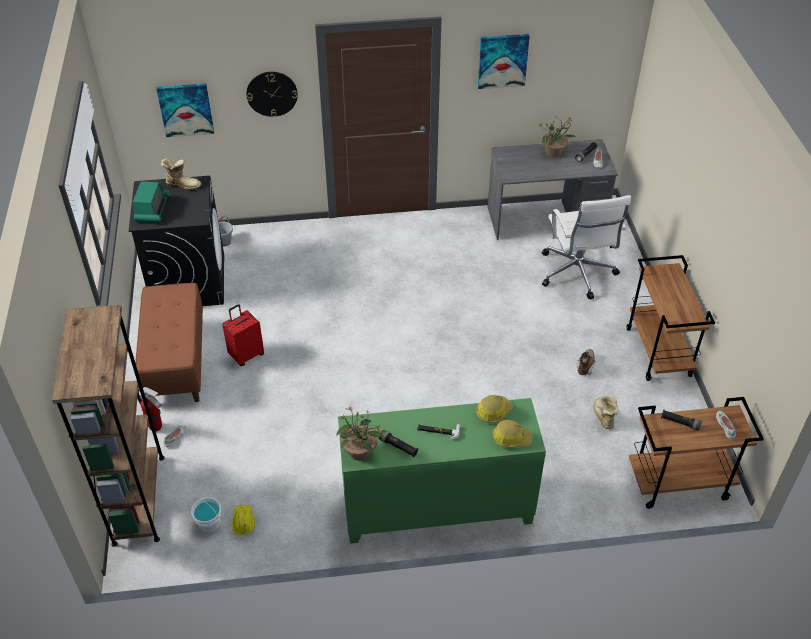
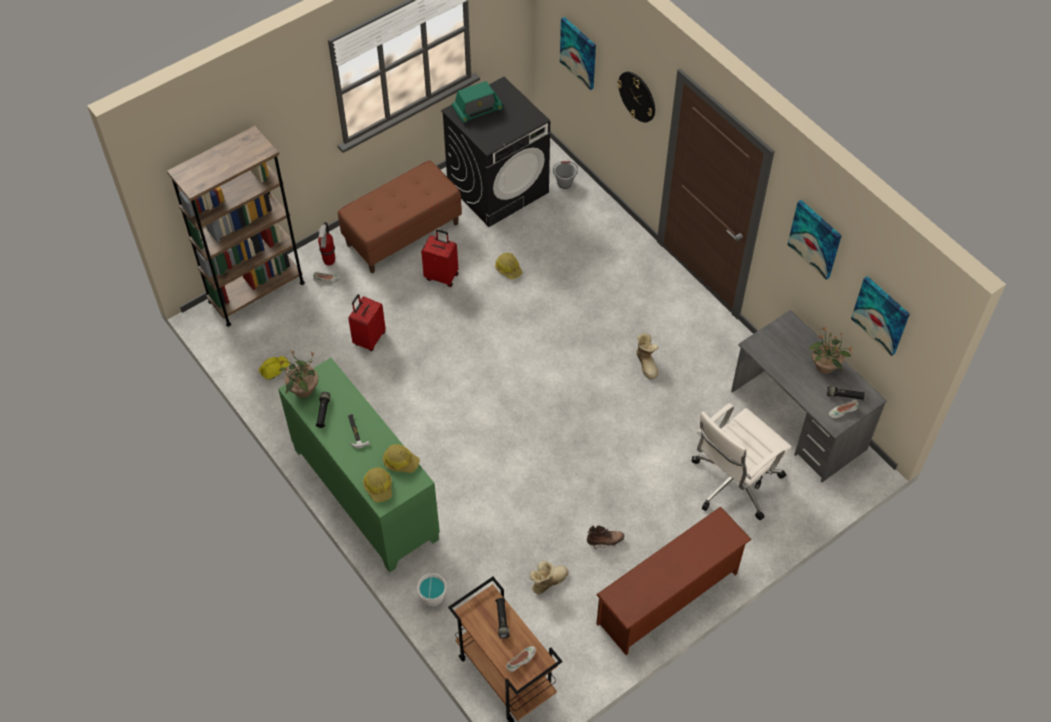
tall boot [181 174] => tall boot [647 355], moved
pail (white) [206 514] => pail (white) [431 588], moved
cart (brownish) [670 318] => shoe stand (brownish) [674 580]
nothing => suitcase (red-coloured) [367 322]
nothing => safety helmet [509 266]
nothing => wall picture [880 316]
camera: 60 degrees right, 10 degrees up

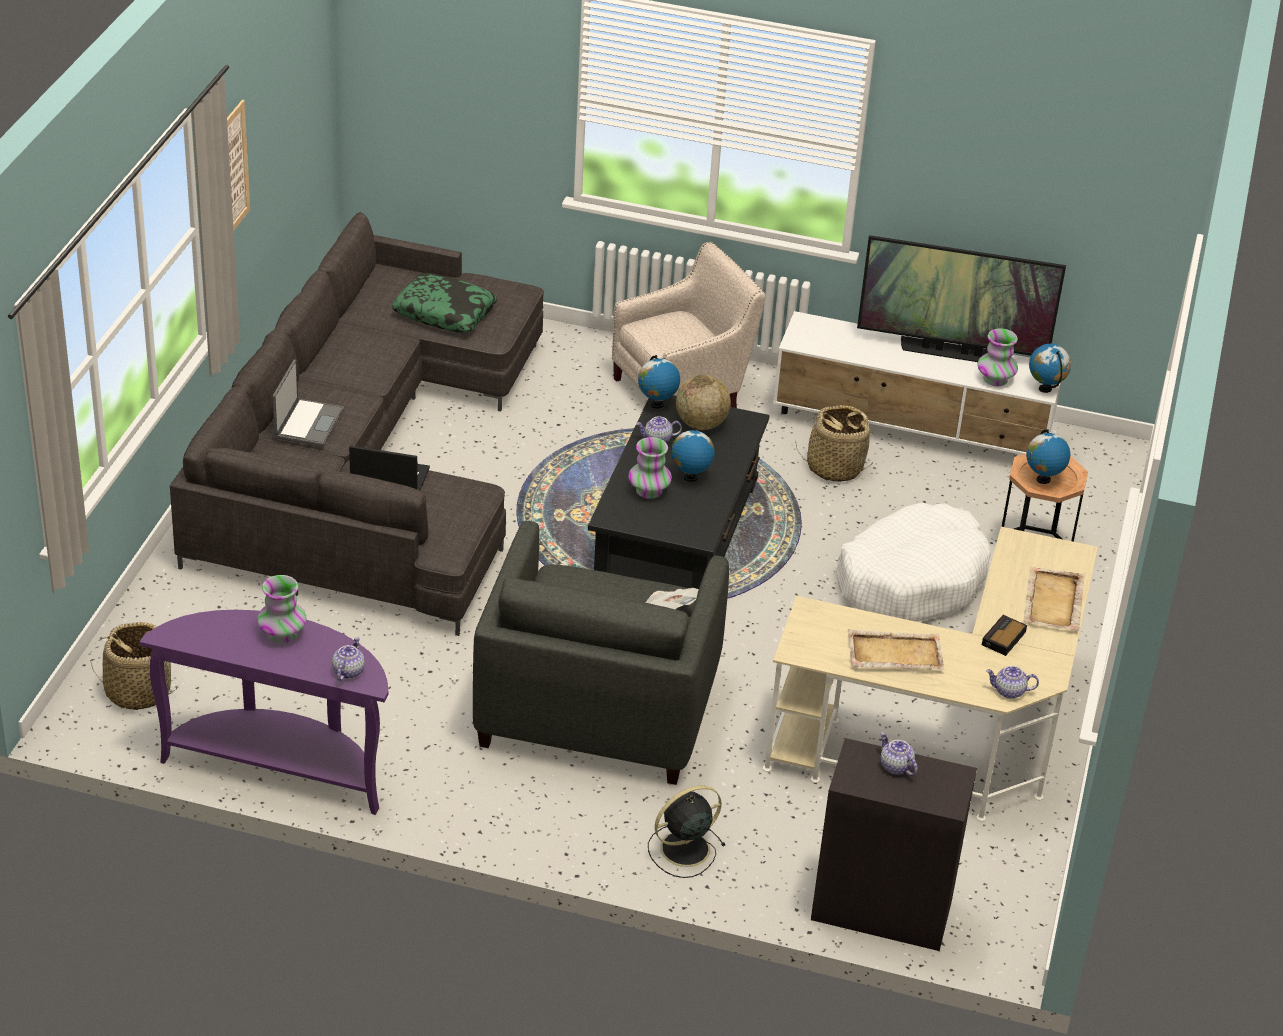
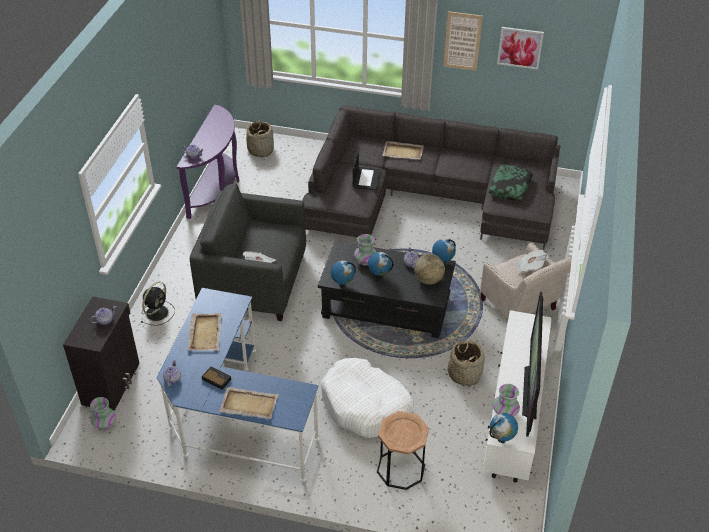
vase [282 609] => vase [103 413], moved
notebook computer [308 403] => tray (beige) [403 150]
electric fan (blackish) [687 832] => electric fan (blackish) [158 303], 60 degrees clockwise
desk table (beige) [930 674] => desk table (blue-coloured) [238 385]
globe [1048 456] => globe [343 274], moved
nothing => wall picture [520 48]
nothing => newspaper [531 261]
camera: 90 degrees right, 5 degrees up

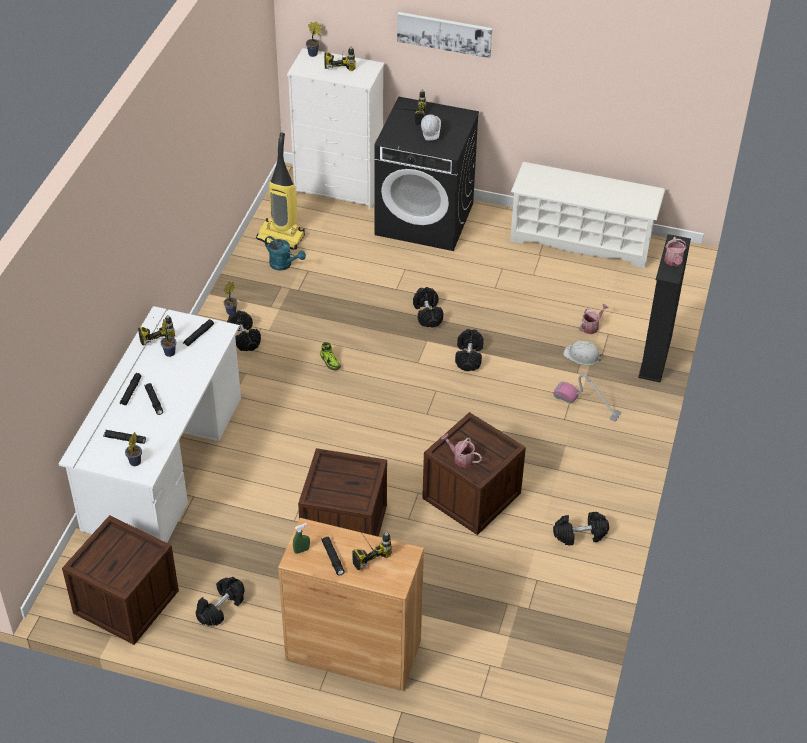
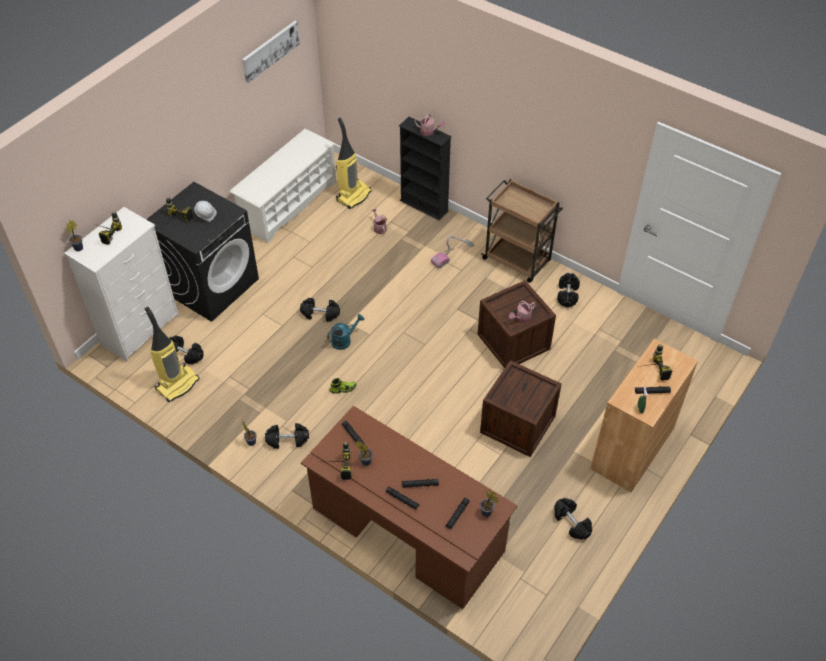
desk table (white) [150 424] => desk table (brownish) [409 507]
shipping crate [120 580] => nothing
watering pot (blue-green) [285 253] => watering pot (blue-green) [345 332], moved
wall picture [444 35] => wall picture [271 52], moved
dumbbell (blackish) [469 350] => dumbbell (blackish) [186 350], moved
safety helmet (white) [583 353] => nothing
nothing => hoover [354 163]
nothing => cart (brownish) [522 231]
camera: 70 degrees left, 5 degrees up

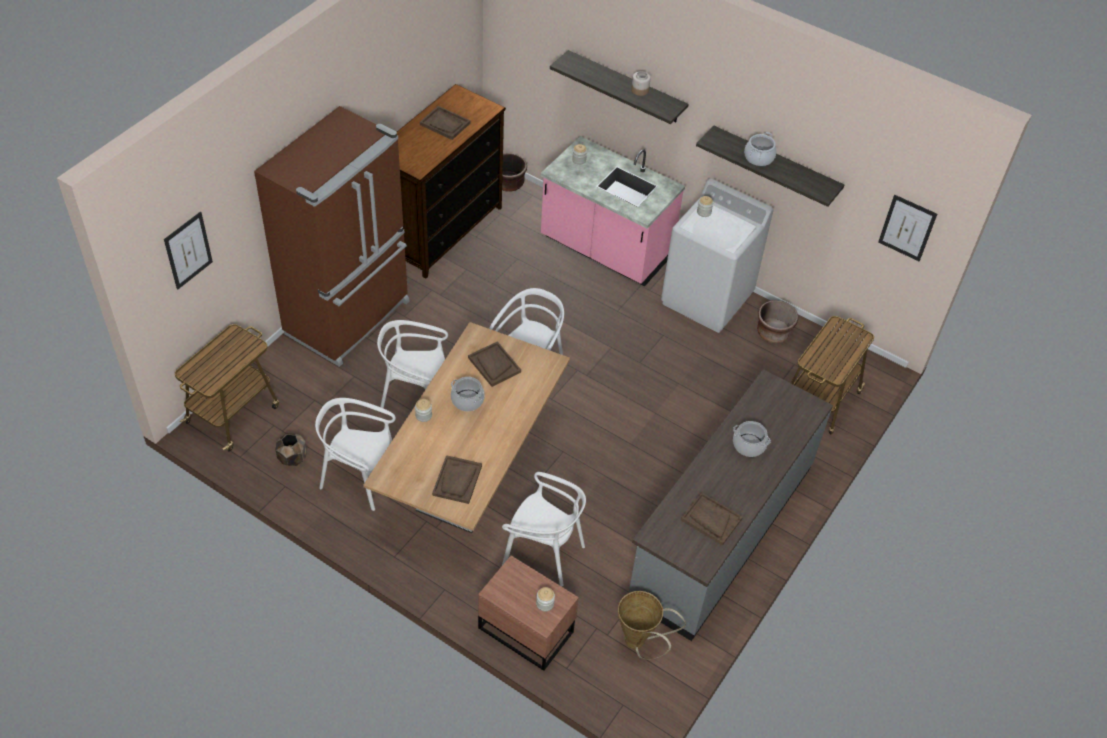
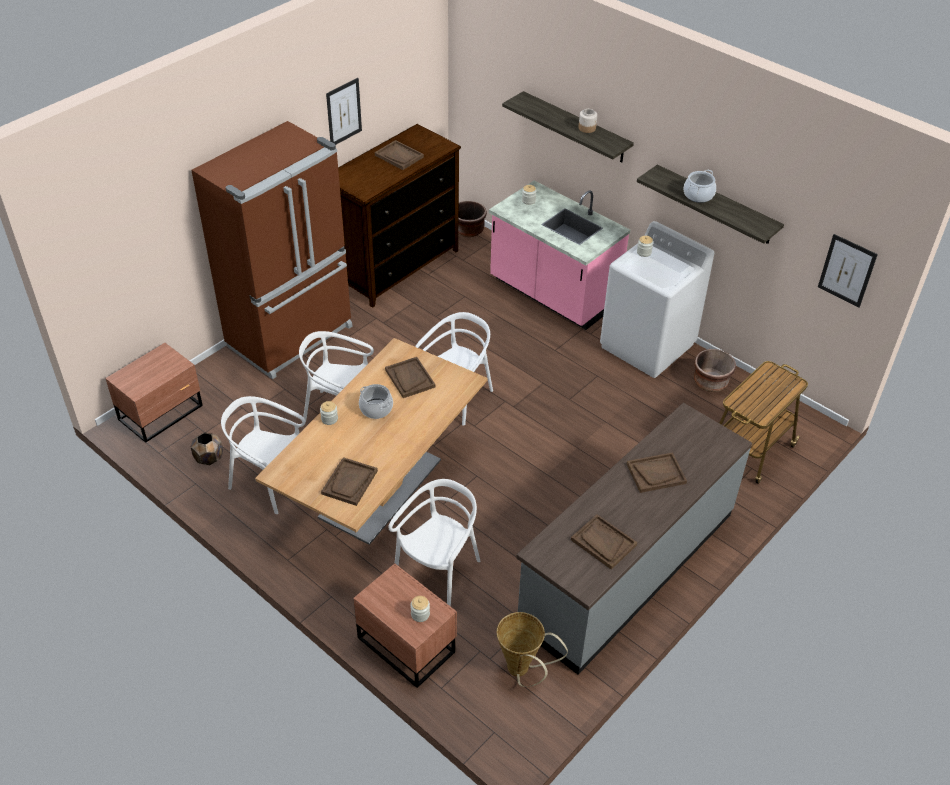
wall picture [188 251] => wall picture [344 111], moved
cart [227 388] => bedside table (brownish) [154 393]
plain chair (white) [544 529] => plain chair (white) [434 543], 90 degrees counterclockwise
cooking pot [752 439] => tray (brownish) [657 472]
camera: 10 degrees right, 5 degrees down

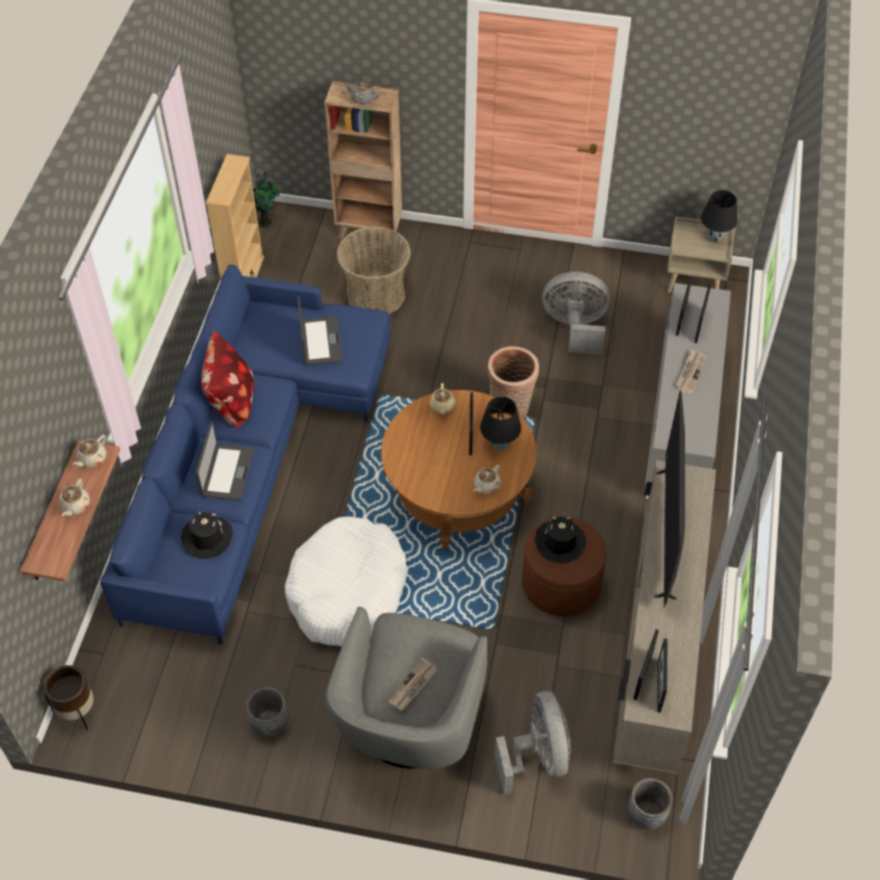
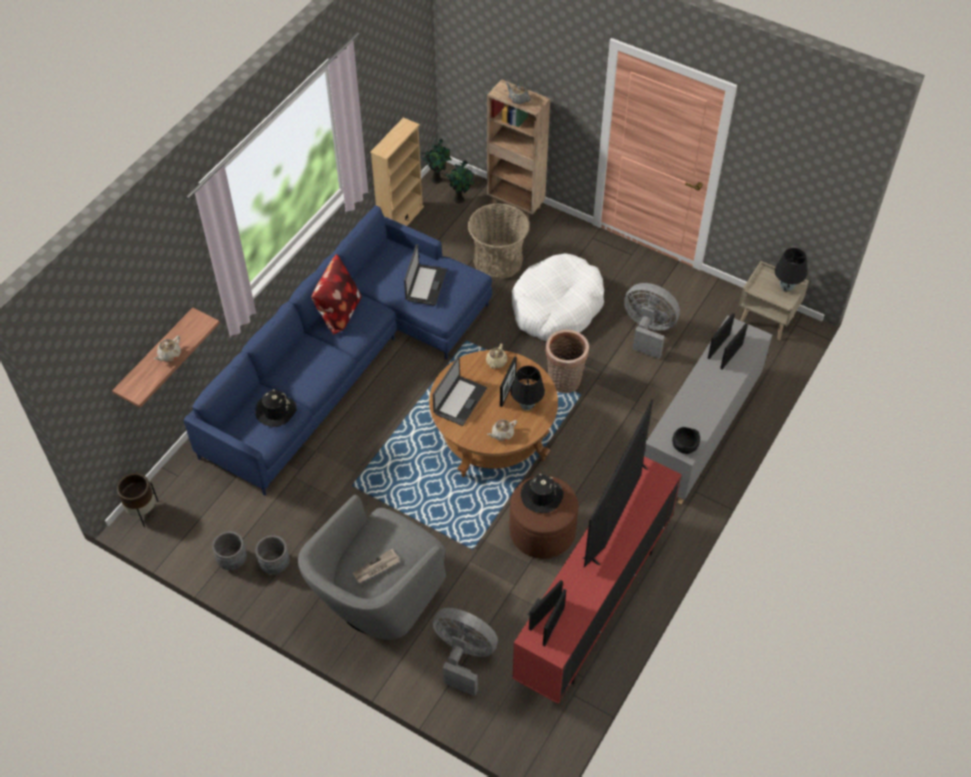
teapot (beige) [88 451] => nothing
notebook computer [225 461] => notebook computer [459 391], moved
dog cushion (white) [346 581] => dog cushion (white) [558 297], moved
electric fan (gray) [533 743] => electric fan (gray) [465 652], 75 degrees counterclockwise
tv stand (beige) [664 617] => tv stand (red-coloured) [597 580]
flower pot (gray) [650 803] => flower pot (gray) [229 550], moved
newspaper [691 372] => nothing
nothing => potted plant [460 182]
nothing => serving bowl (blackish) [686 440]
camera: 20 degrees right, 0 degrees up

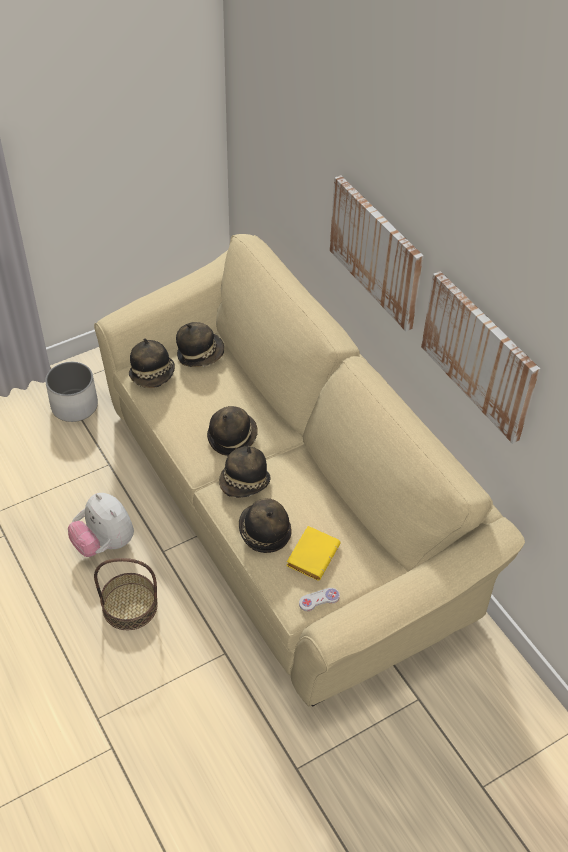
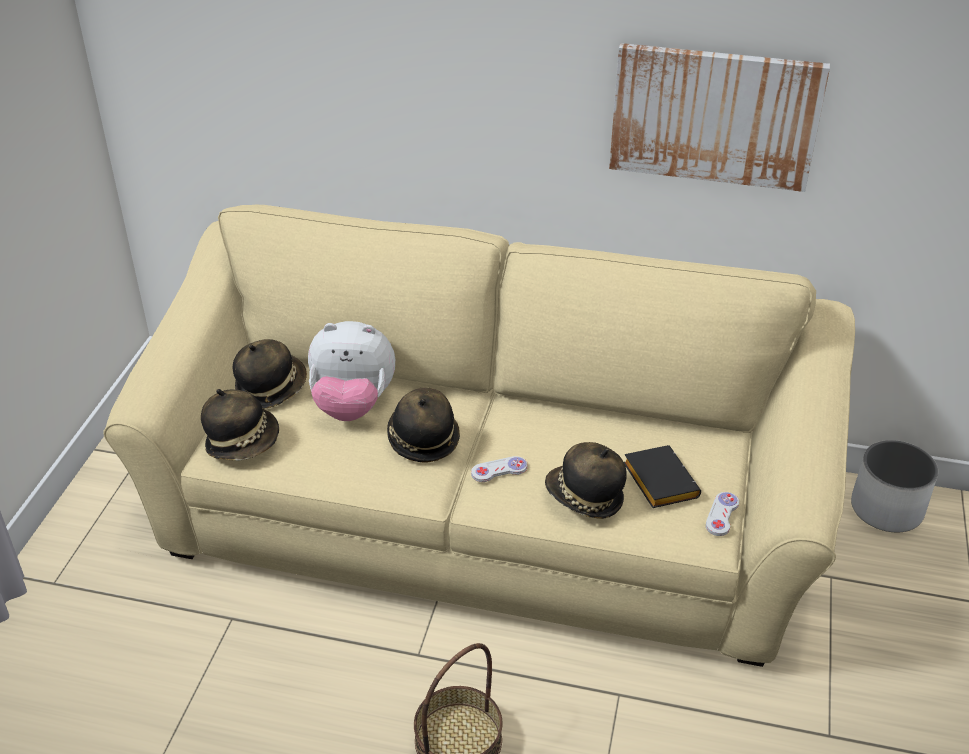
flower pot (white) [71 392] => flower pot (white) [894 486], moved
plush toy [101 525] => plush toy [351 371], moved
wearable hat [245 472] => joypad (white) [499 469]
volume (yellowish) [313 553] => volume (blackish) [662 476]
wall picture [377 253] => nothing
camera: 45 degrees left, 10 degrees down

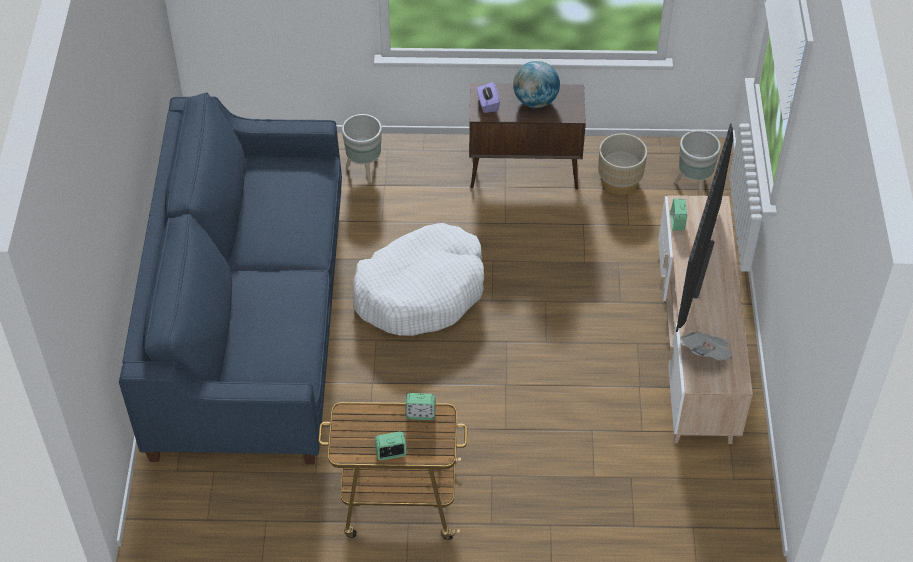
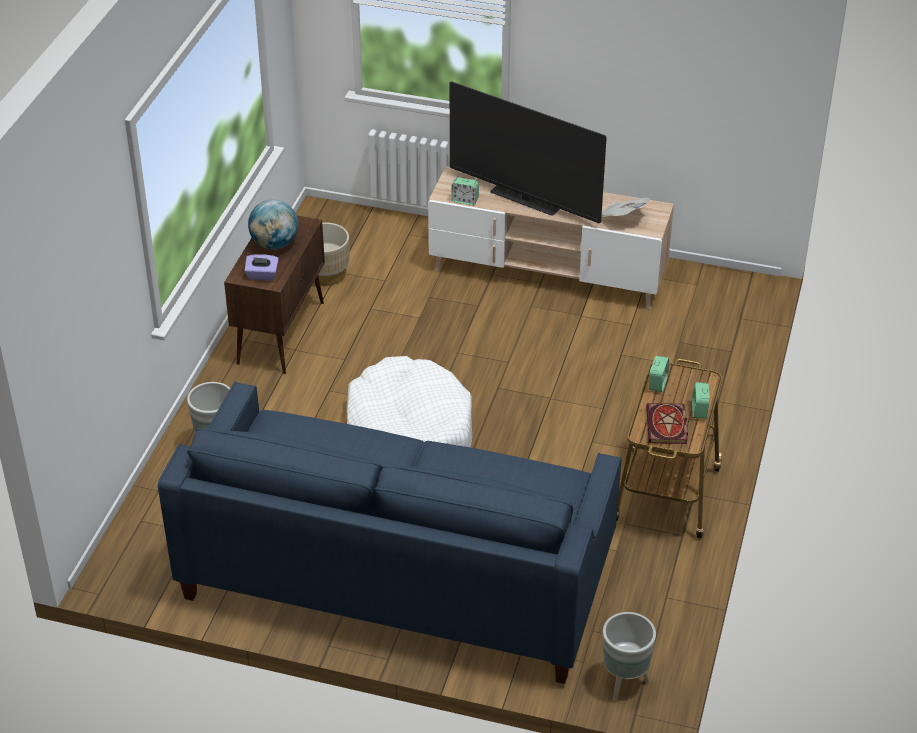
flower pot (gray) [697 163] => flower pot (gray) [629 656], moved
nothing => volume [667 423]
camera: 75 degrees left, 10 degrees down

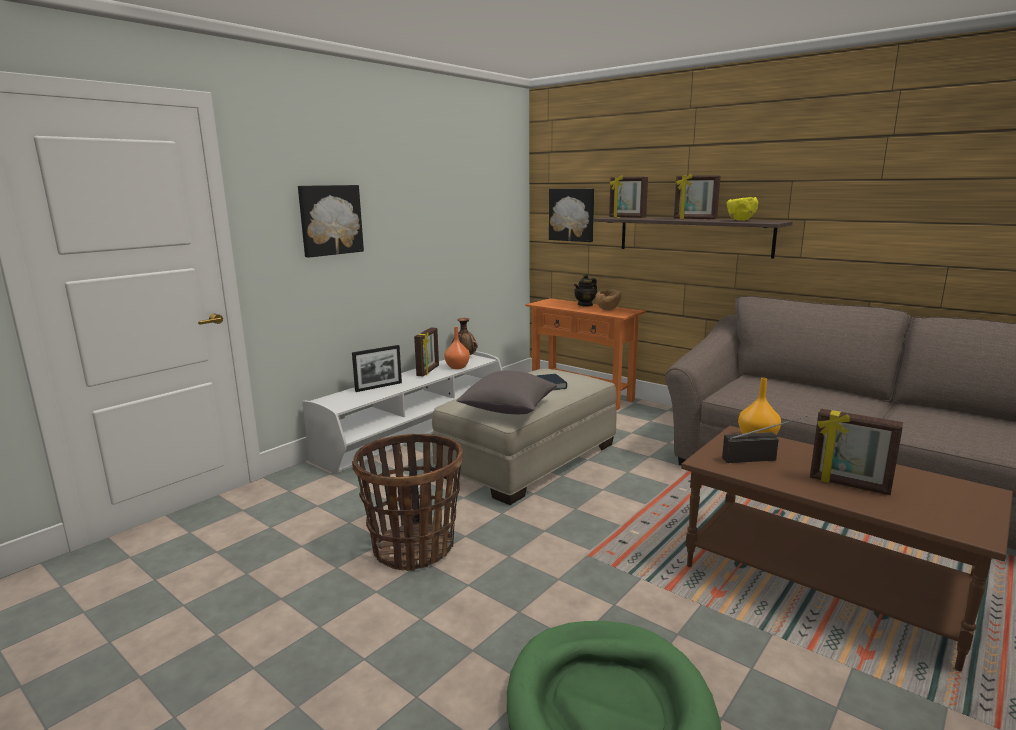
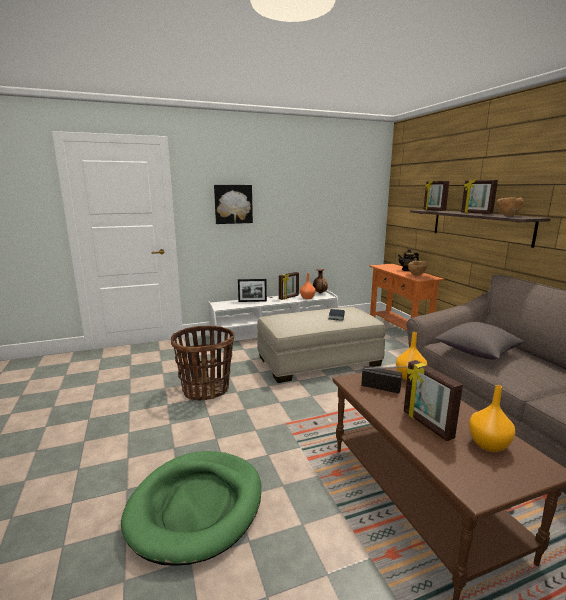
throw pillow (gray) [506 392] => throw pillow (gray) [480 341], moved
wall picture [571 215] => nothing
serving bowl (yellowish) [742 209] => serving bowl (brownish) [510 206]
nothing => vase (orange-coloured) [492 418]
camera: 30 degrees right, 0 degrees up

